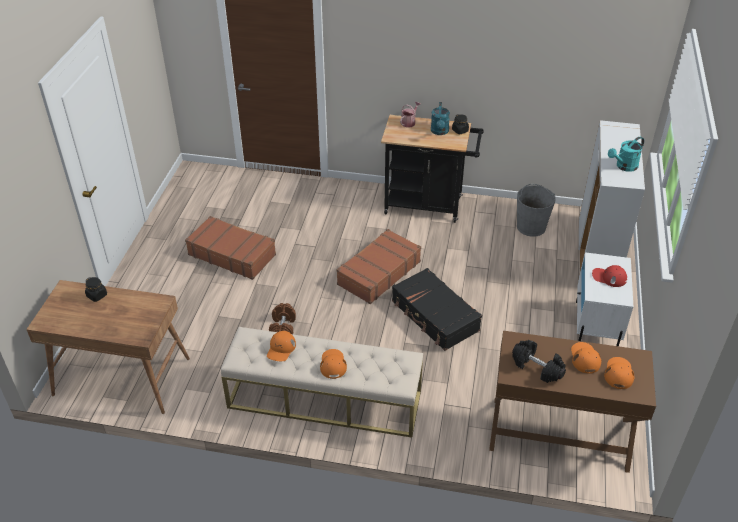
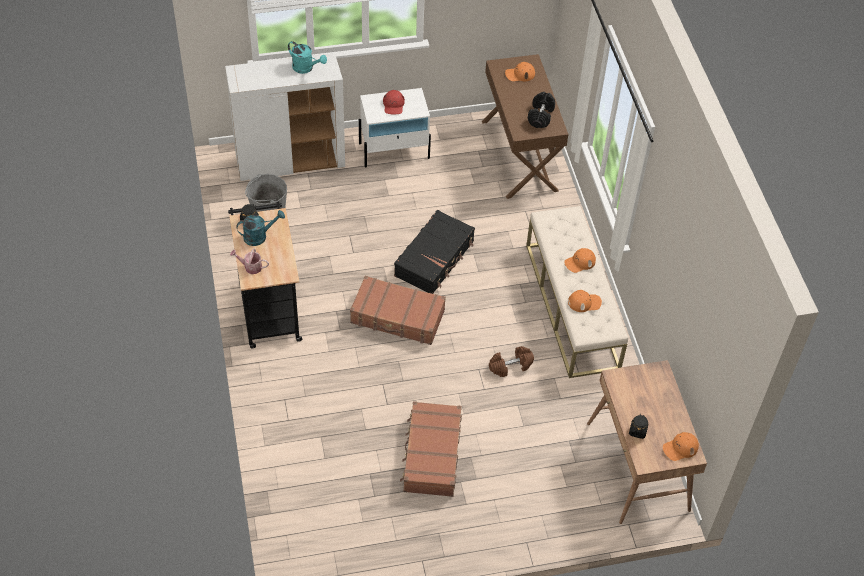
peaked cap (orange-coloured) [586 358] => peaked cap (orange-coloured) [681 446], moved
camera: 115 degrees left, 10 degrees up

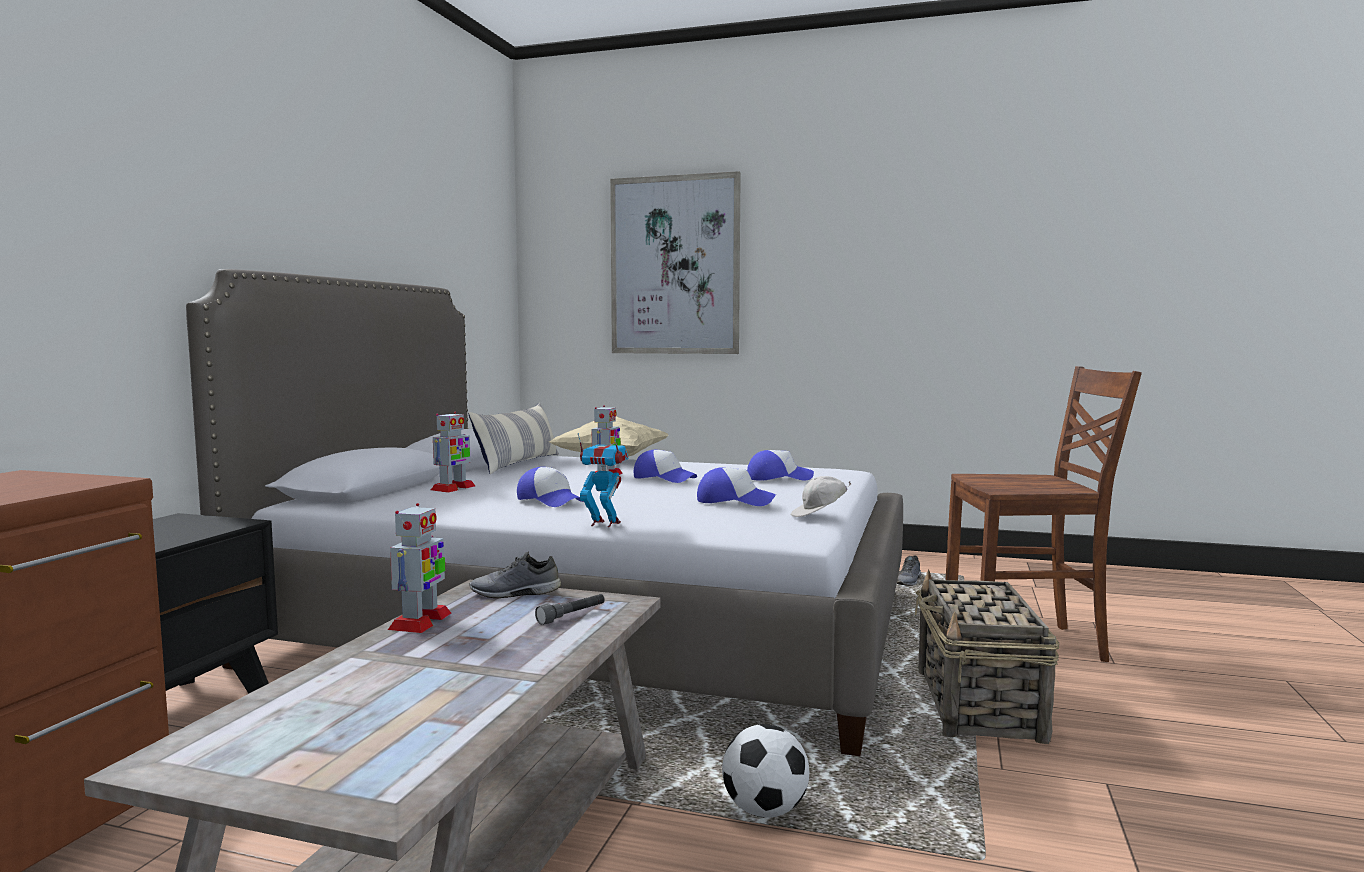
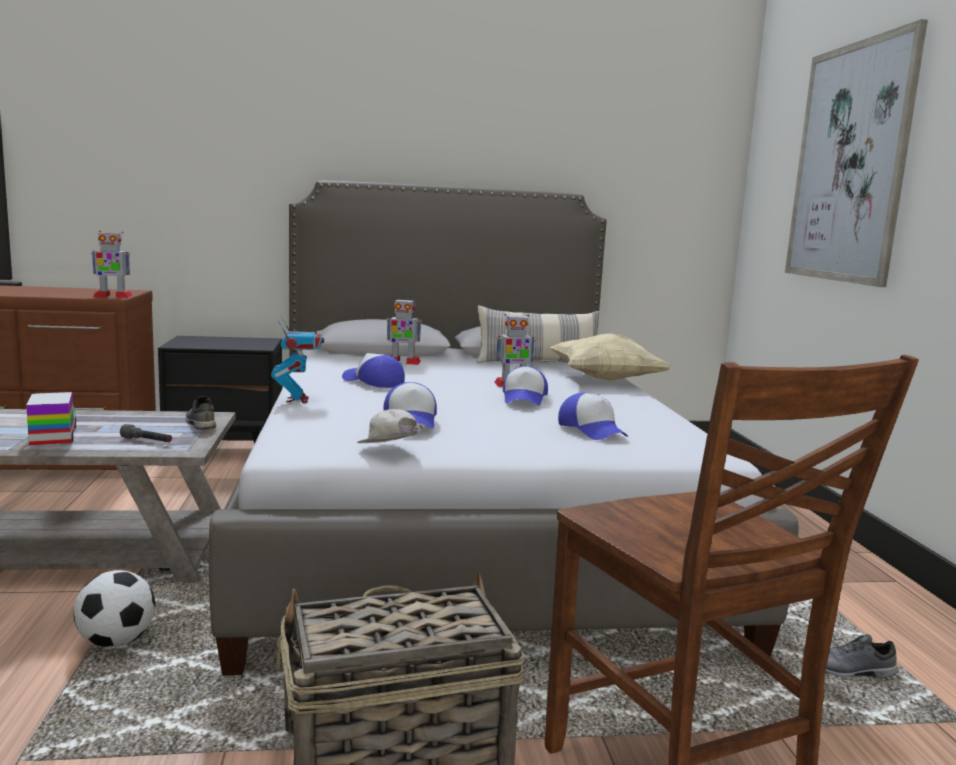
toy robot [419 568] => toy robot [112 264], moved
peaked cap [550 487] => peaked cap [373 370], 105 degrees clockwise
nothing => toy truck [51 419]
camera: 65 degrees right, 5 degrees up

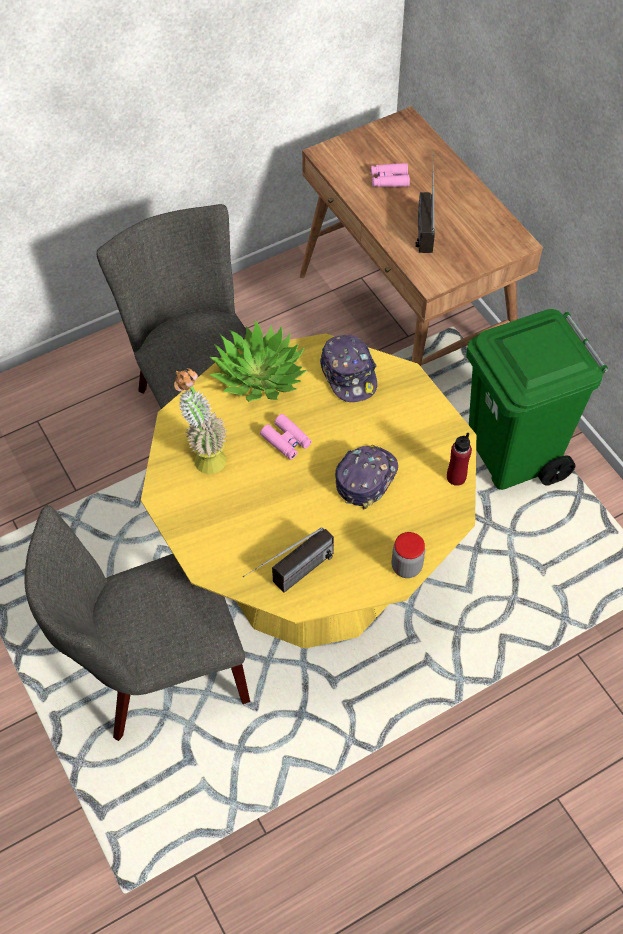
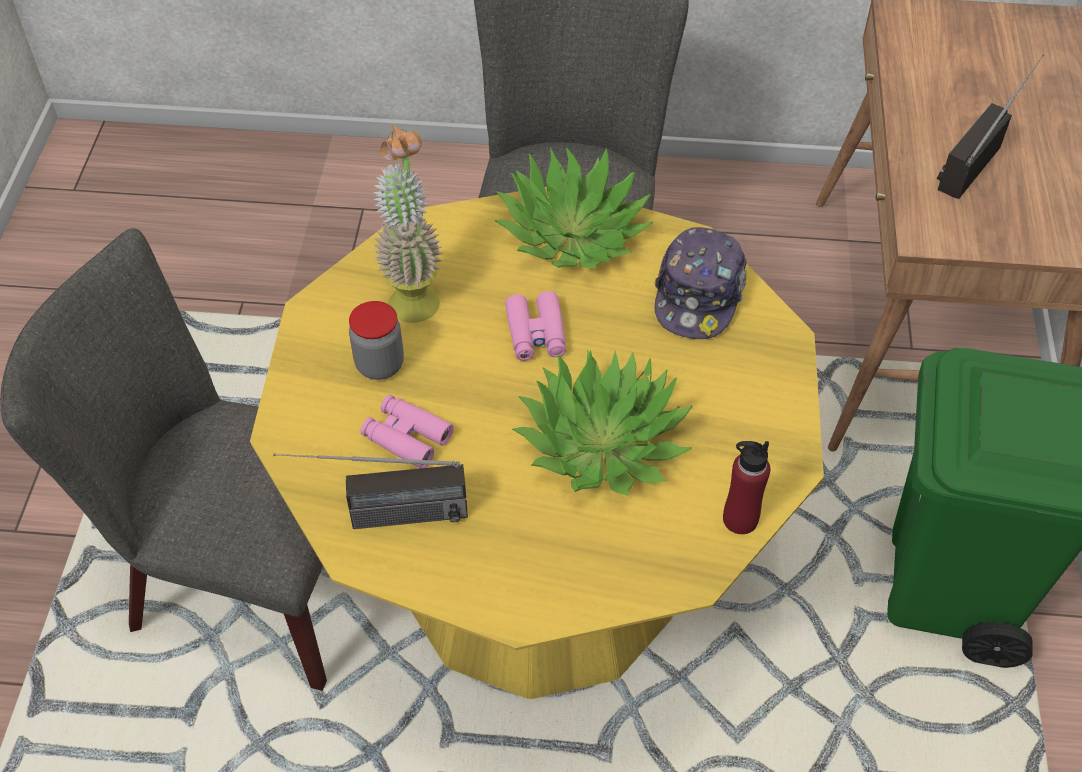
peaked cap [366 477] => potted plant [602 423]
pair of binoculars (pink-coloured) [390 175] => pair of binoculars (pink-coloured) [407 431], moved
jar [408 555] => jar [376 340], moved
camera: 35 degrees right, 5 degrees down

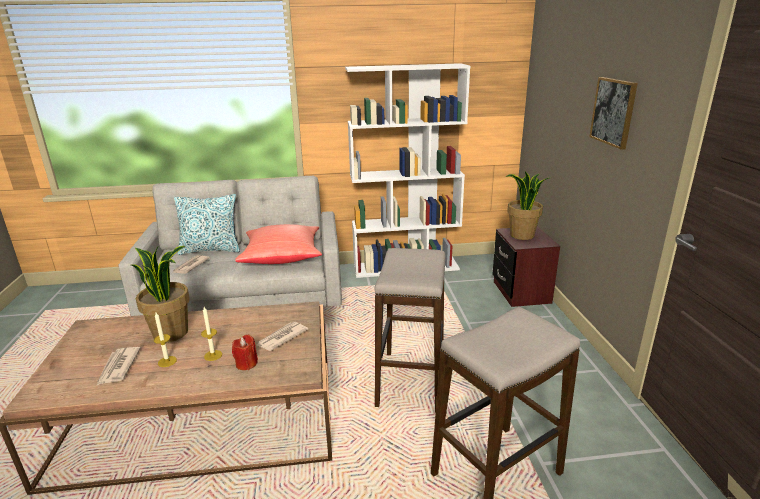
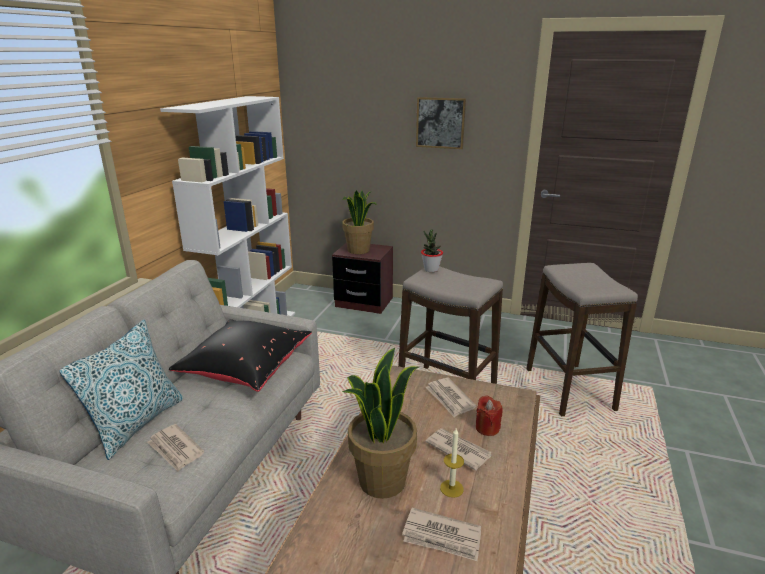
wax candle [211 334] => newspaper [458 449]
throw pillow (red-coloured) [278 244] => throw pillow (blackish) [240 355]
nothing => potted plant [432 250]
camera: 65 degrees left, 0 degrees up

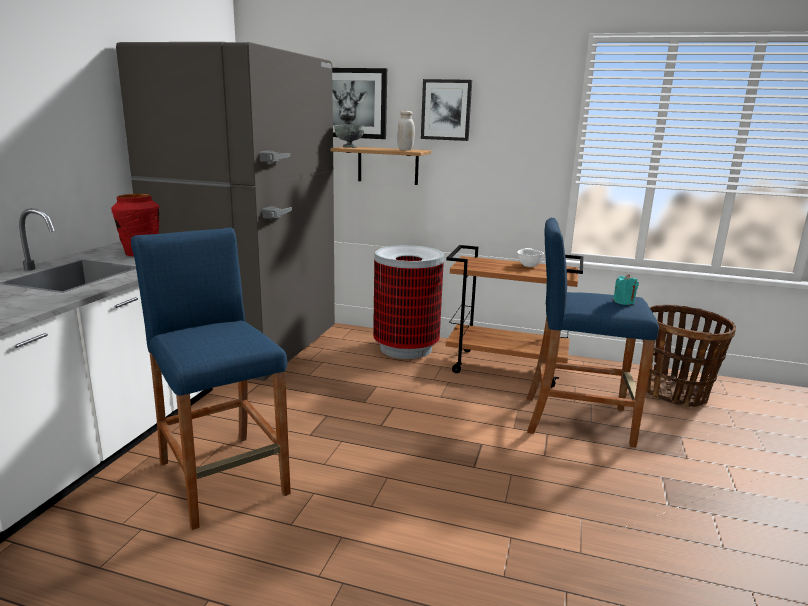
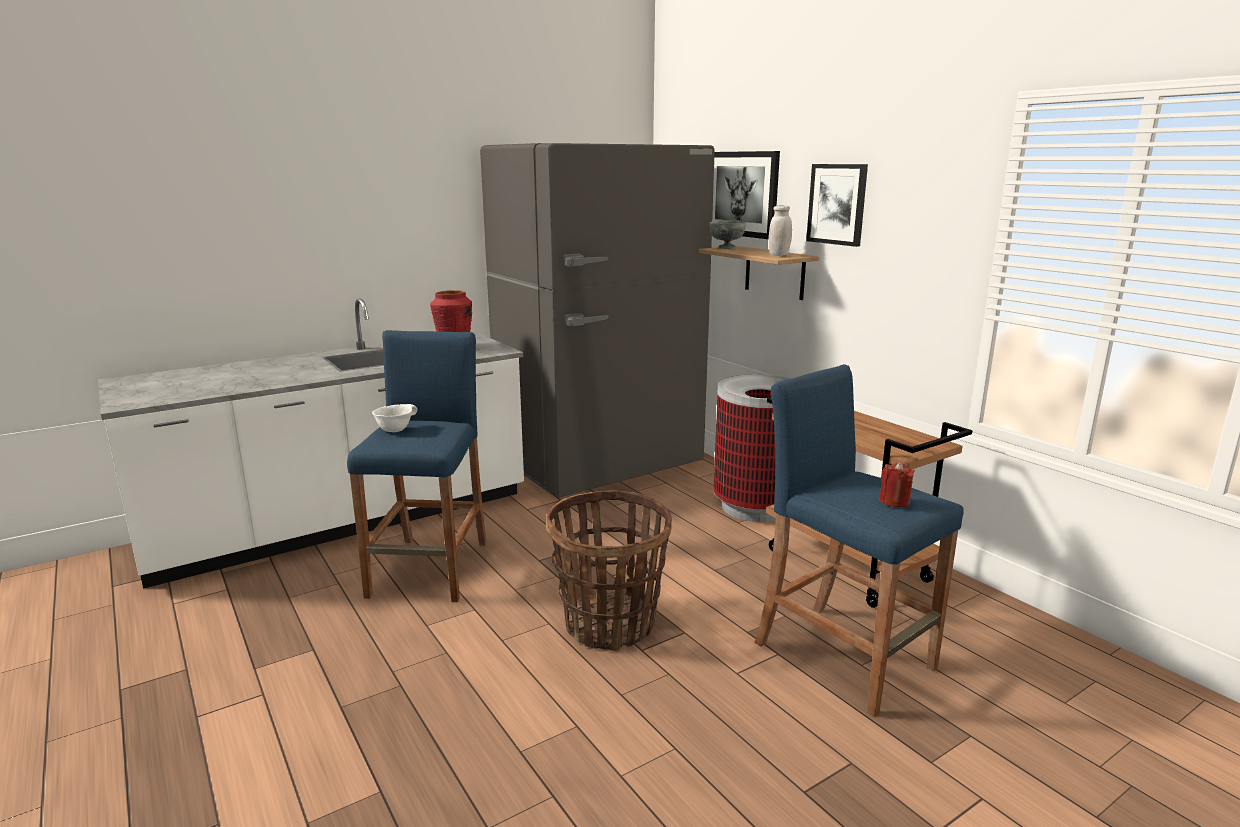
serving bowl (white) [530 257] => serving bowl (white) [394 418], moved
wax candle (blue-green) [626 289] => wax candle (red-coloured) [897 485]
household basket [689 356] => household basket [609 571], moved
camera: 40 degrees right, 0 degrees up

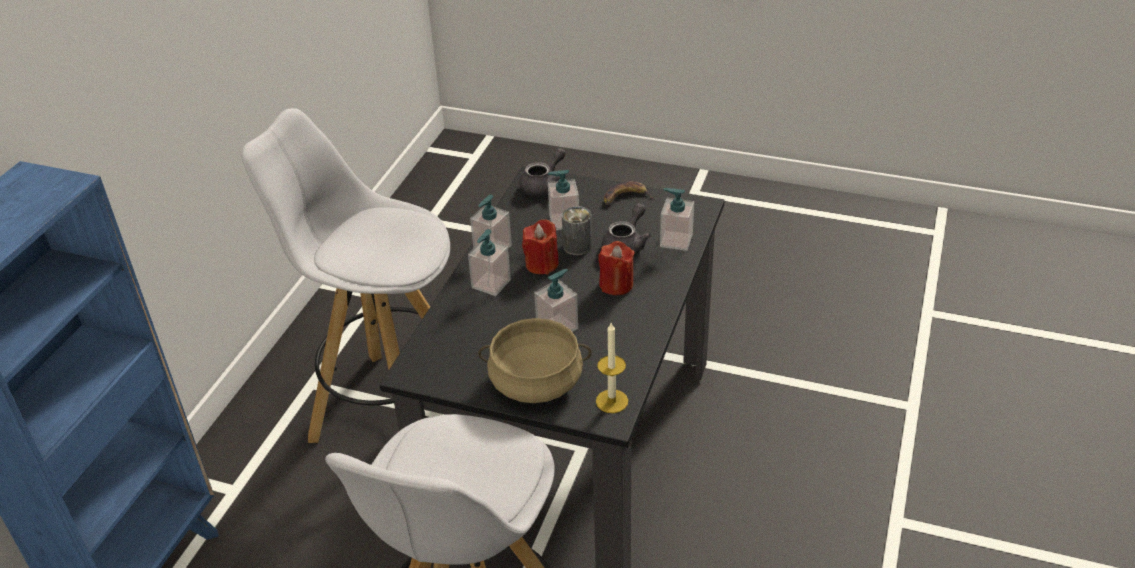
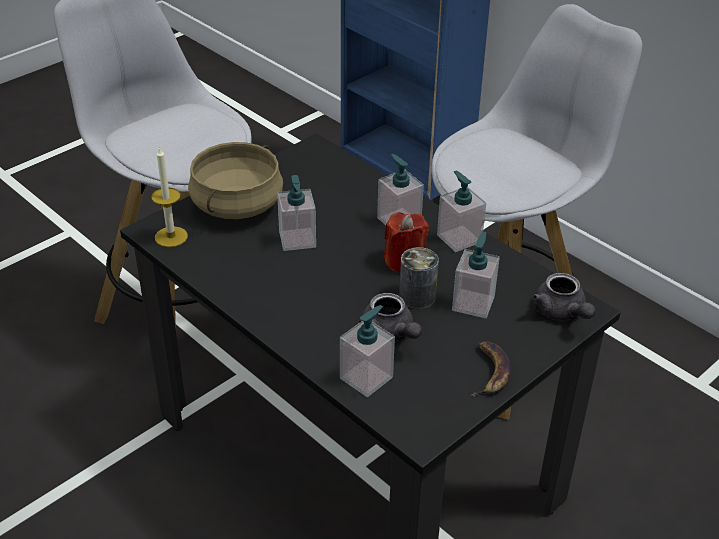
wax candle (red-coloured) [616 268] => nothing
camera: 115 degrees right, 0 degrees up

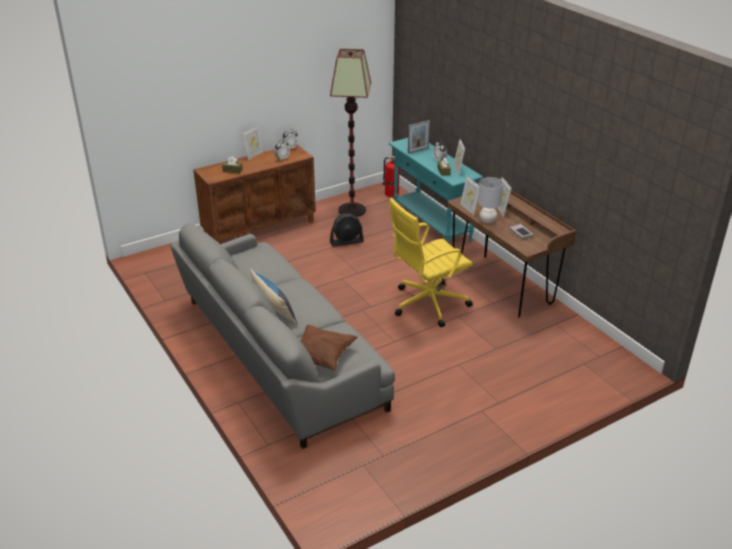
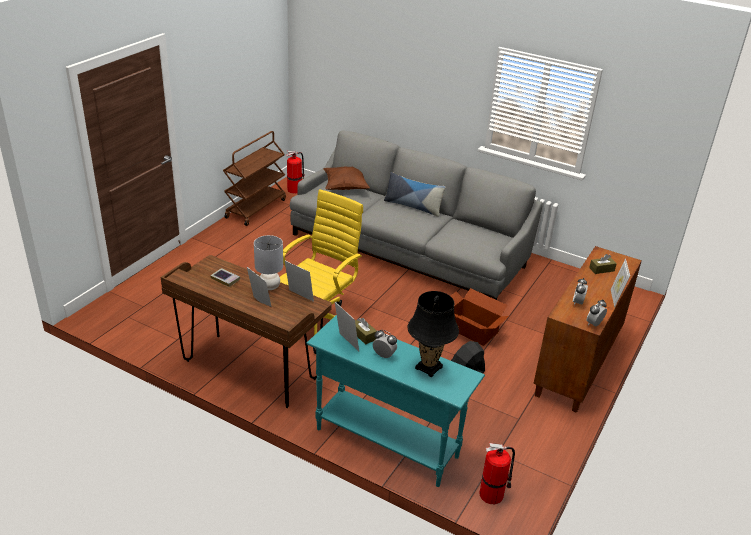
standard lamp [350 133] => nothing
photo frame [419 137] => lamp for a table (blackish) [433 334]
nothing => cart (brownish) [254 178]
nothing => fire-fighting cylinder [295 172]
nothing => carton [480 317]
camera: 150 degrees right, 0 degrees up

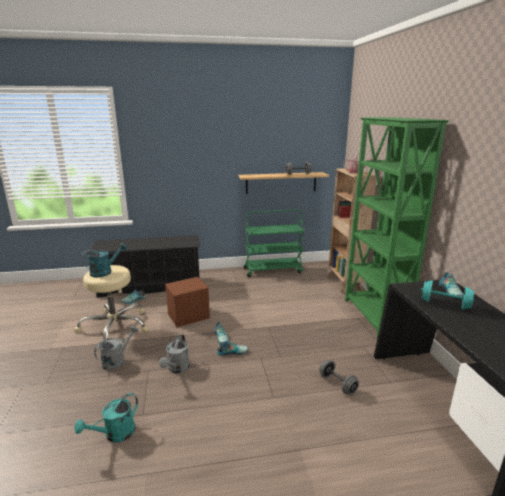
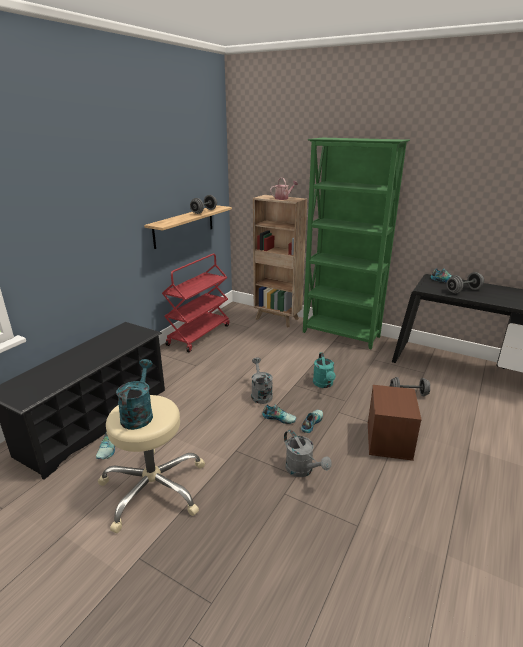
watering pot (blue-green) [106 417] => watering pot (blue-green) [324 370], moved
watering pot (gray) [116 348] => watering pot (gray) [262 380], moved
storage bin (brownish) [187 302] => storage bin (brownish) [395 423], moved
cart (green-coloured) [274 243] => cart (red-coloured) [196 303]
dumbbell (blue-green) [448 295] => dumbbell (gray) [465 282]
camera: 50 degrees left, 5 degrees up

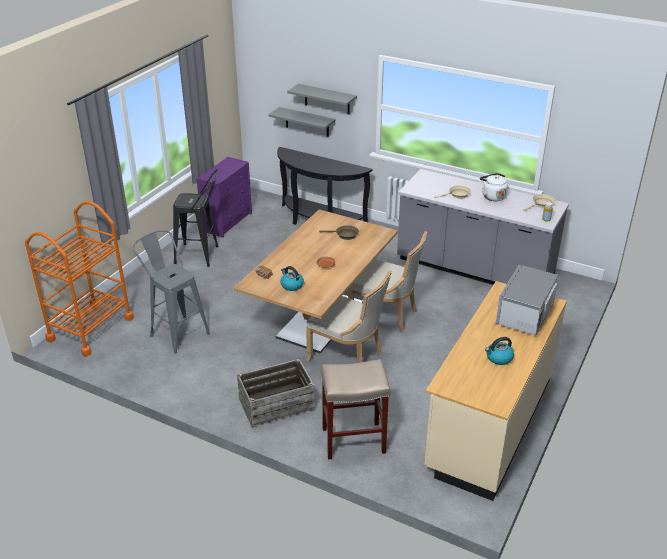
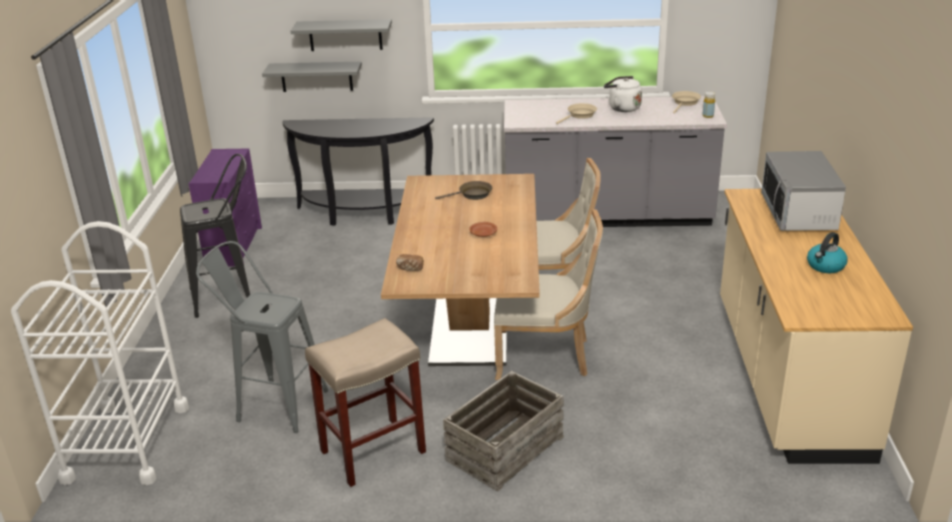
cart (orange-coloured) [79 278] => cart (white) [100 353]
kettle [292 278] => nothing
stool seat (beige) [355 409] => stool seat (beige) [365 402], moved
camera: 25 degrees left, 5 degrees down

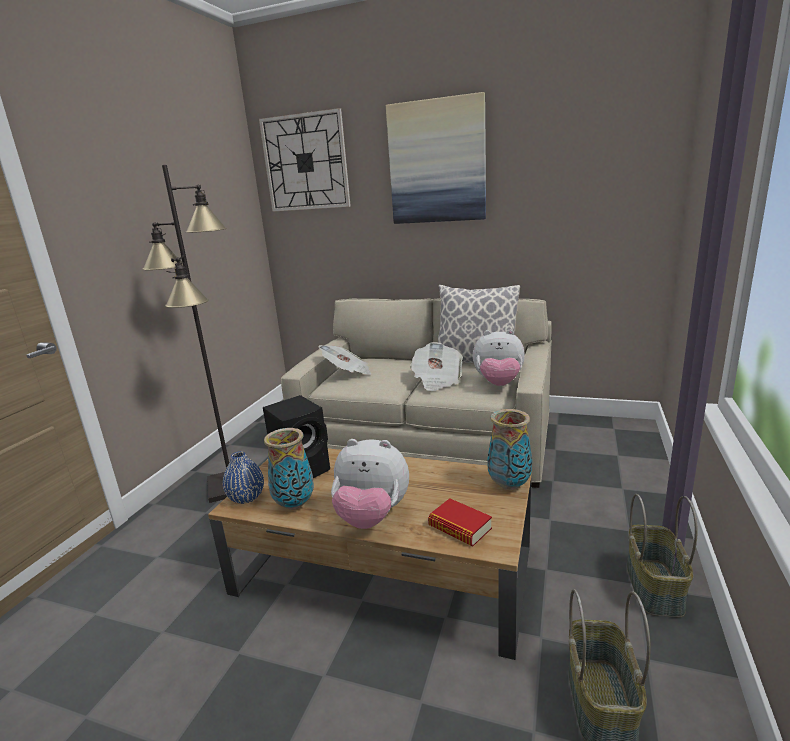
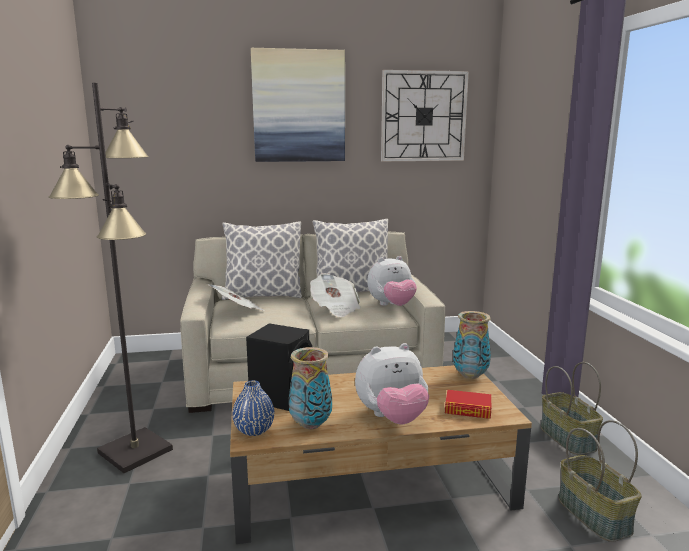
hanging clock [305 160] => hanging clock [425 115], moved
nothing => throw pillow [262 260]
camera: 30 degrees left, 5 degrees down

